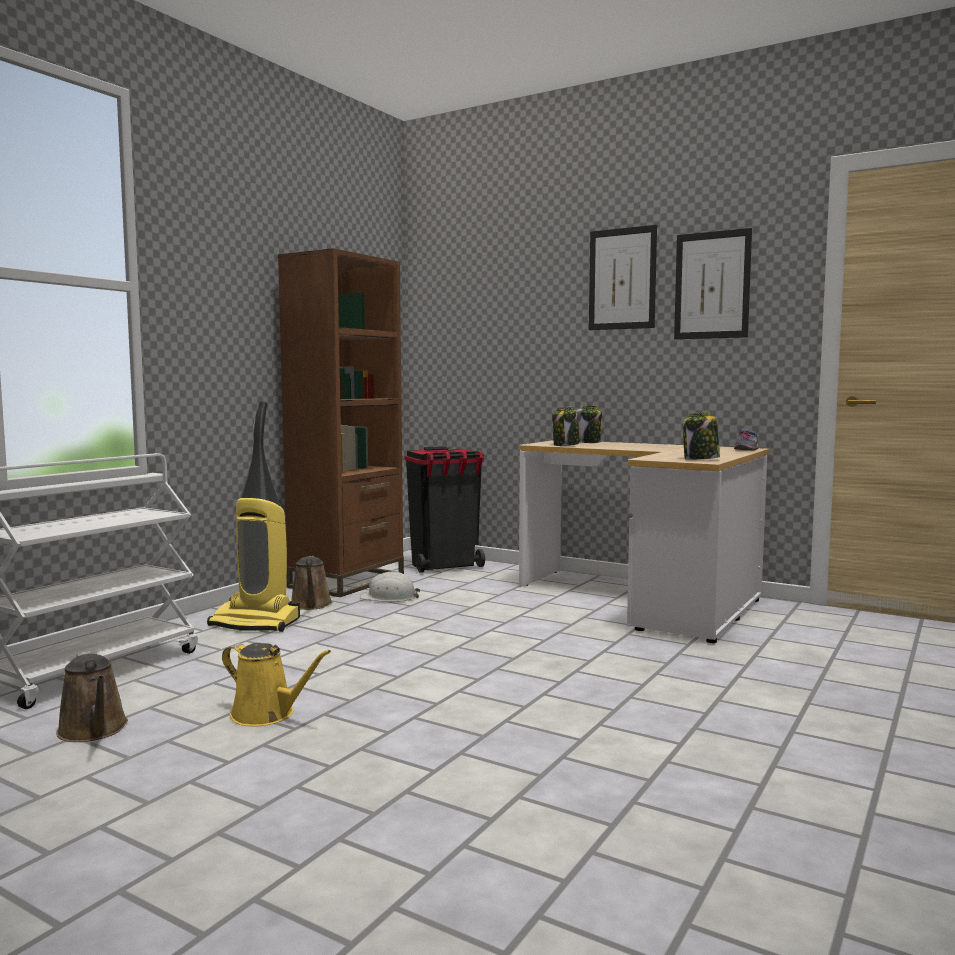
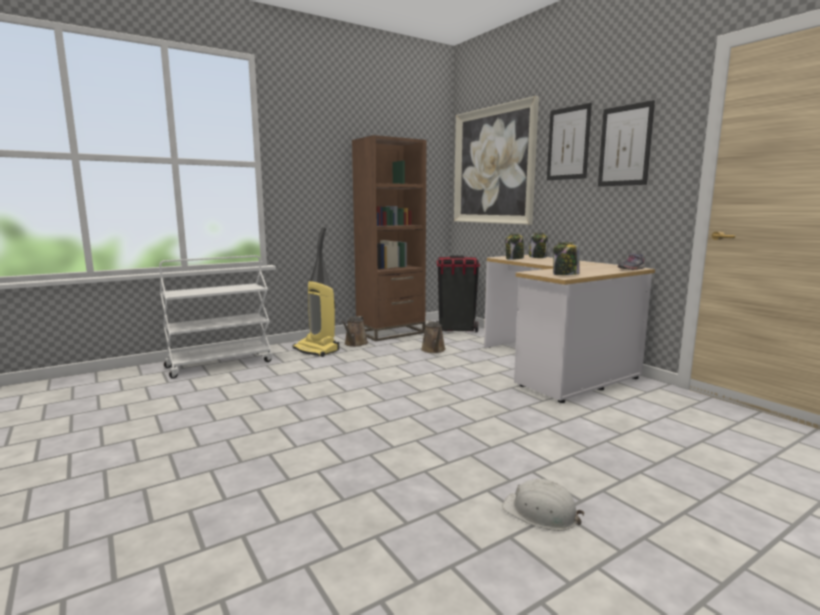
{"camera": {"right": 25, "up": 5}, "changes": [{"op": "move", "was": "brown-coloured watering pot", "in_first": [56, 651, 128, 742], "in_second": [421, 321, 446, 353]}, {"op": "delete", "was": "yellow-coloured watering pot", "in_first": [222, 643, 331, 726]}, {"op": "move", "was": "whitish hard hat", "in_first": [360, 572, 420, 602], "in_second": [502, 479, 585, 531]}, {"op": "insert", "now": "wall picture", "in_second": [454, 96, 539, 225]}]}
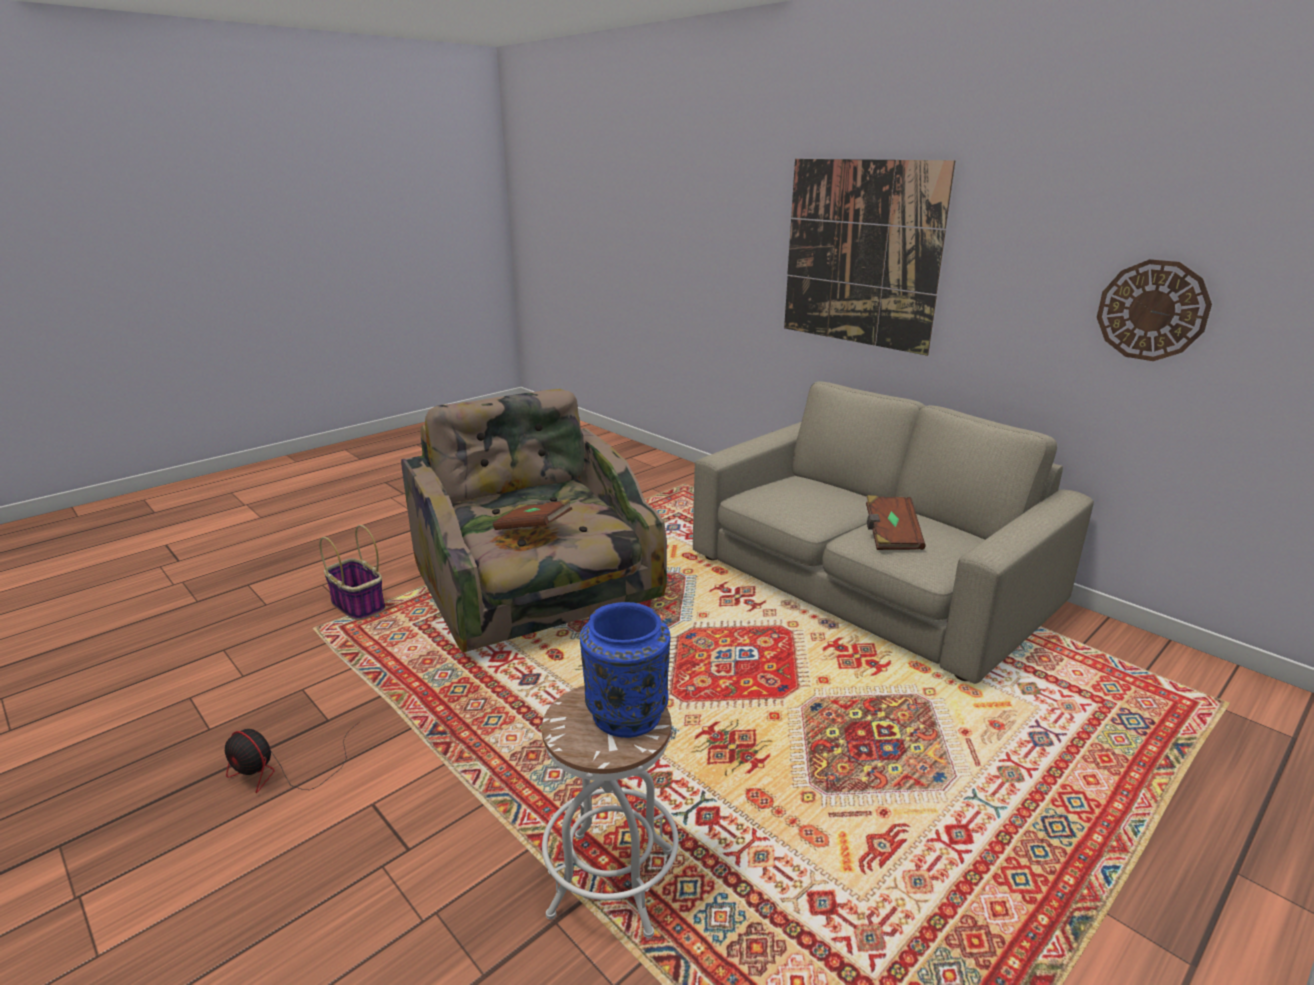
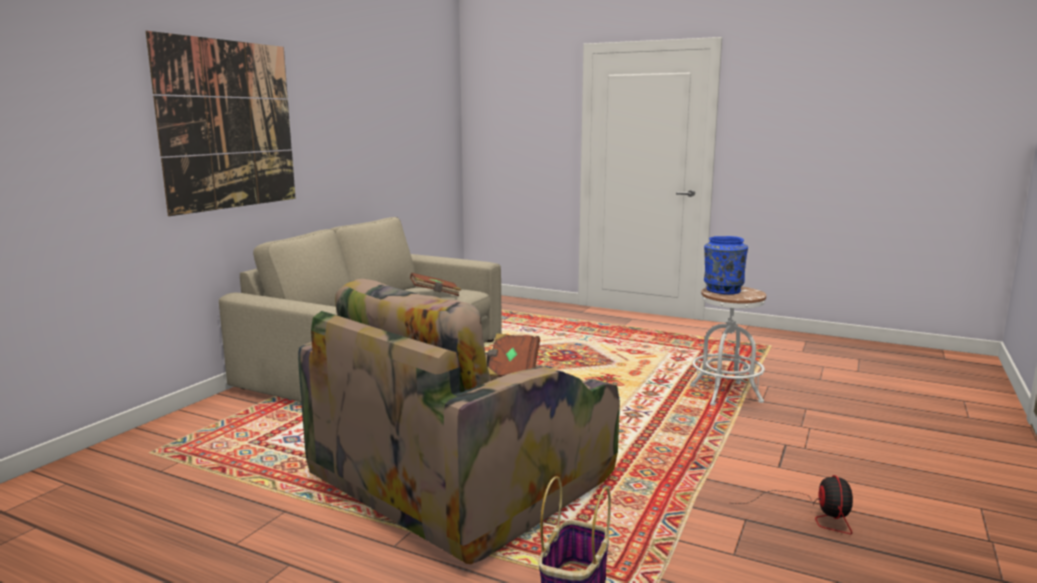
{"camera": {"right": -110, "up": -10}, "changes": [{"op": "delete", "was": "clock on the wall", "in_first": [1097, 259, 1212, 361]}]}
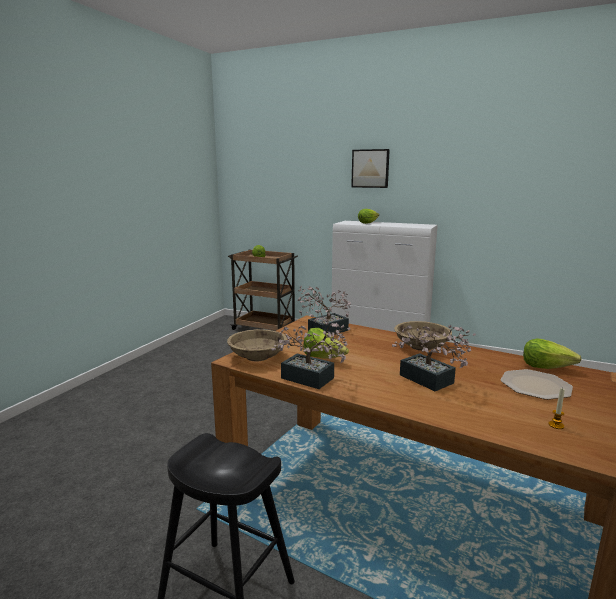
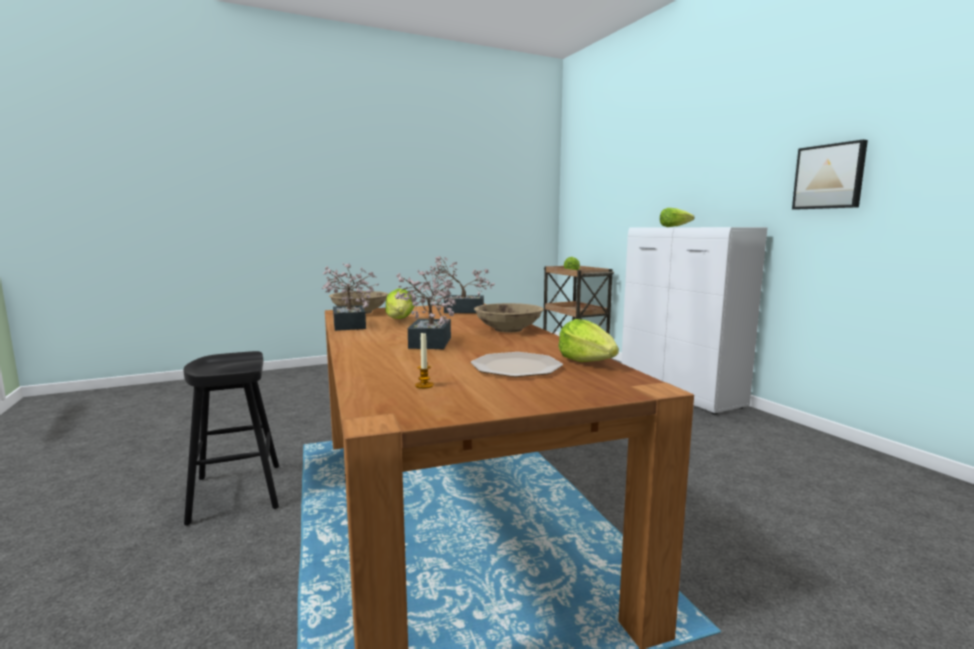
{"camera": {"right": 40, "up": -5}, "changes": [{"op": "move", "was": "wall picture", "in_first": [351, 149, 390, 188], "in_second": [792, 140, 868, 210]}]}
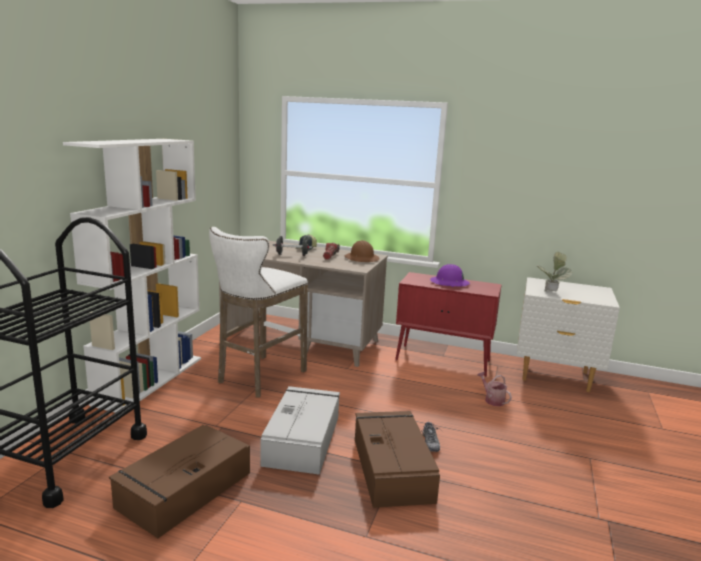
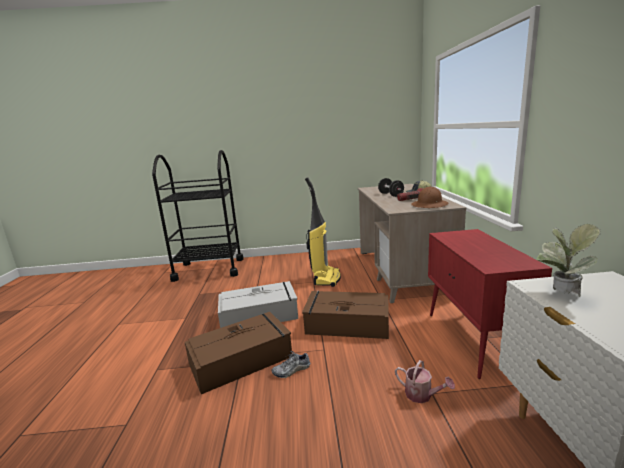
{"camera": {"right": 70, "up": 0}, "changes": [{"op": "delete", "was": "whitish shelving unit", "in_first": [63, 139, 201, 414]}, {"op": "move", "was": "brown-coloured storage container", "in_first": [109, 425, 250, 538], "in_second": [302, 291, 389, 339]}, {"op": "replace", "was": "whitish stool", "now": "vacuum cleaner", "in_first": [209, 227, 308, 398], "in_second": [305, 177, 341, 287]}, {"op": "delete", "was": "purple-coloured hard hat", "in_first": [430, 264, 470, 287]}, {"op": "rotate", "was": "watering pot", "in_first": [477, 372, 512, 406], "in_second": [395, 360, 455, 403], "clockwise": 90}]}
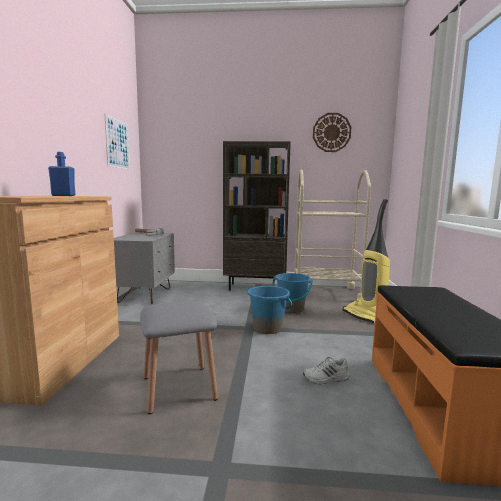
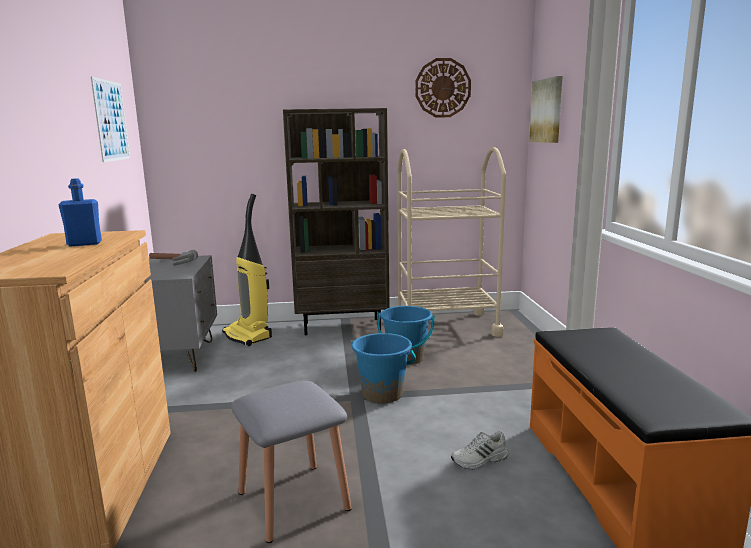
{"camera": {"right": -10, "up": 5}, "changes": [{"op": "move", "was": "vacuum cleaner", "in_first": [342, 199, 390, 323], "in_second": [222, 194, 272, 346]}, {"op": "insert", "now": "wall picture", "in_second": [529, 76, 563, 143]}]}
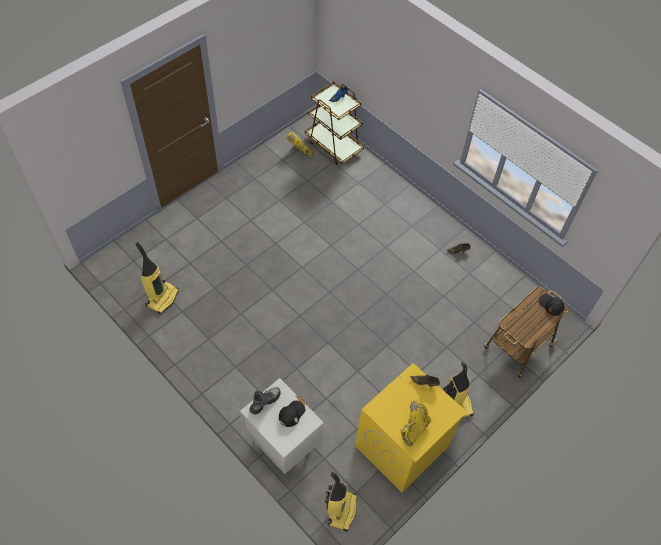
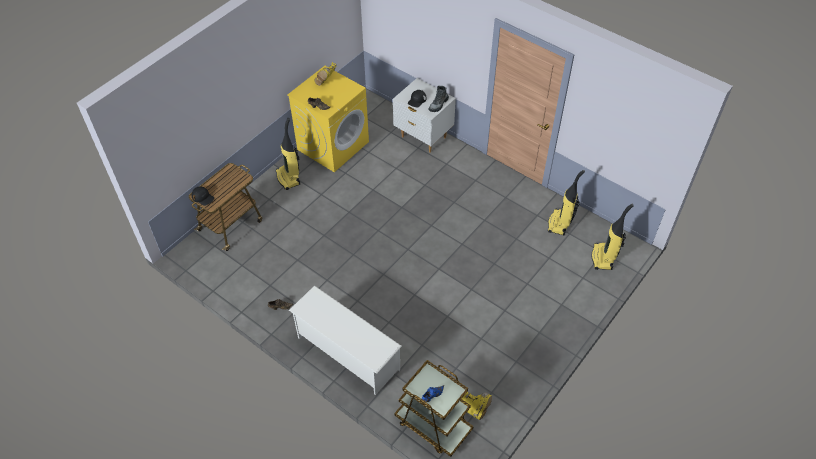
{"camera": {"right": 175, "up": -5}, "changes": [{"op": "move", "was": "vacuum cleaner", "in_first": [325, 472, 358, 532], "in_second": [591, 204, 634, 270]}, {"op": "insert", "now": "whitish shoe rack", "in_second": [289, 285, 402, 395]}]}
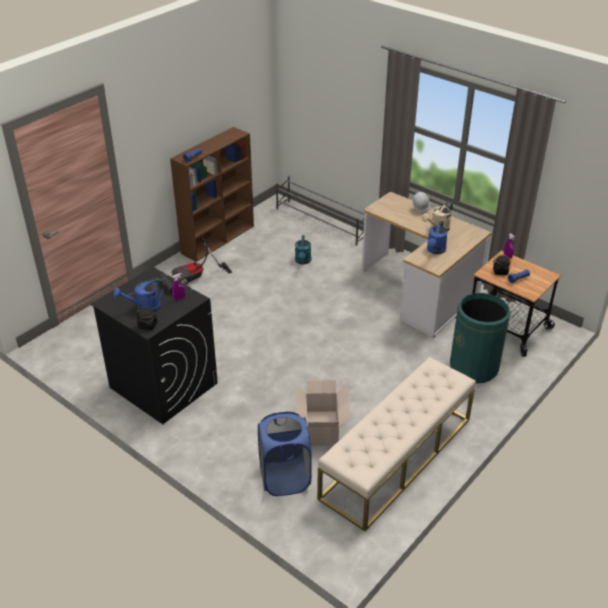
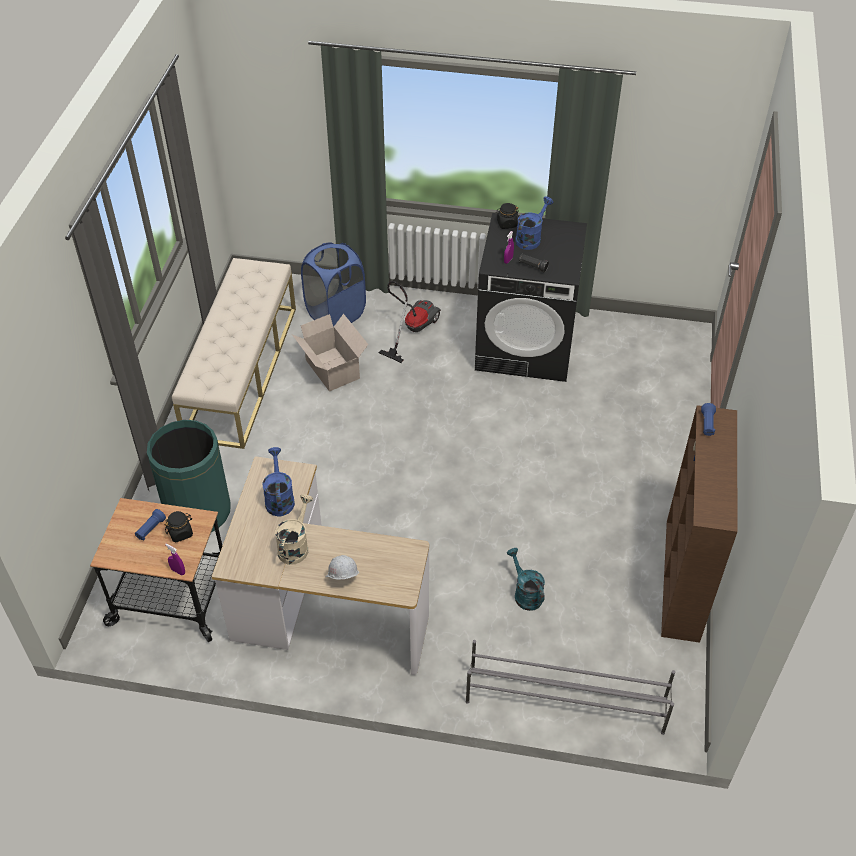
{"camera": {"right": 150, "up": 10}, "changes": [{"op": "move", "was": "vacuum cleaner", "in_first": [172, 238, 232, 285], "in_second": [379, 281, 441, 363]}]}
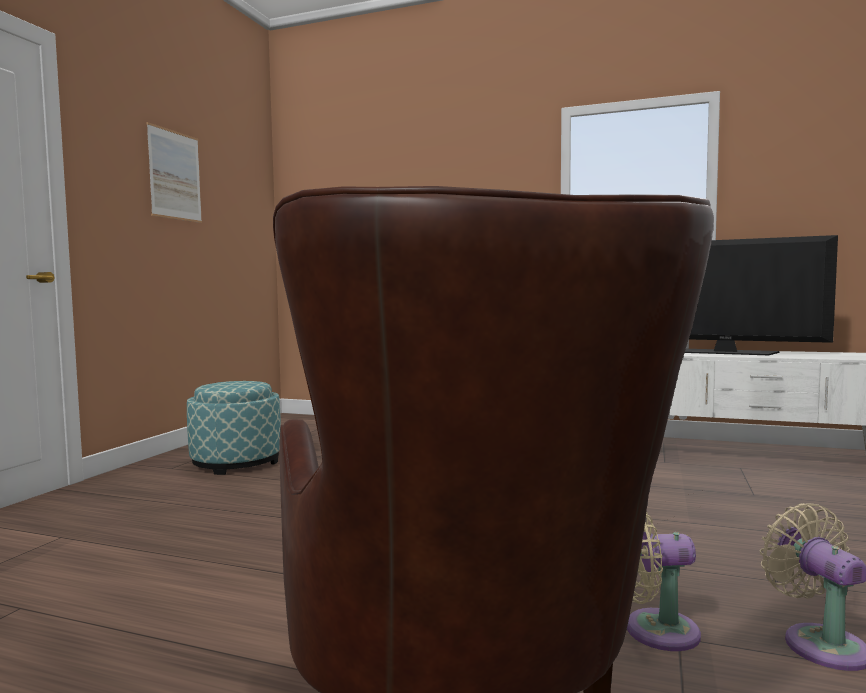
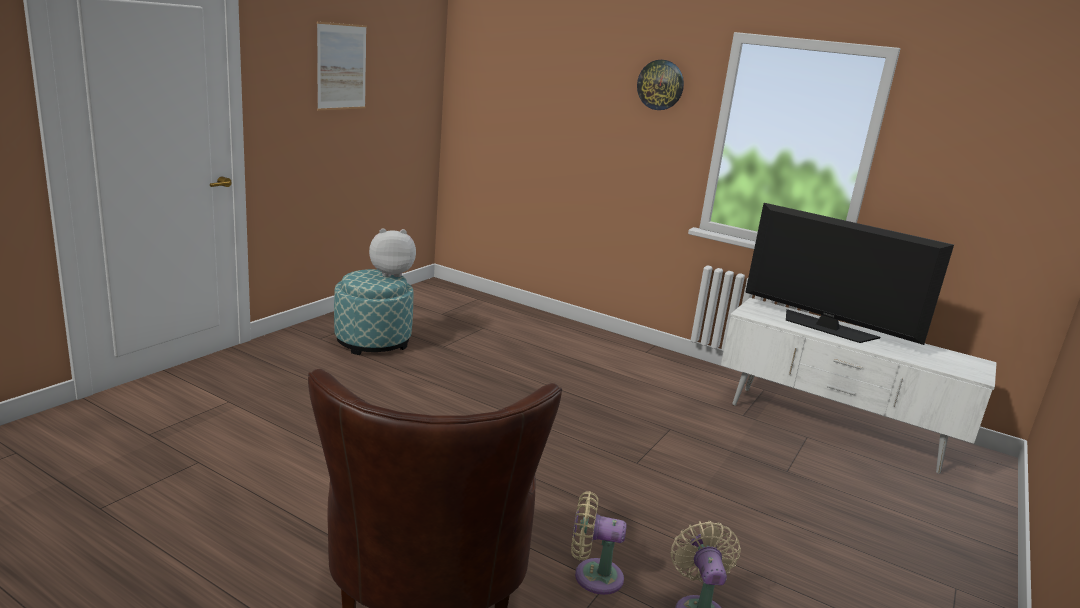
{"camera": {"right": 10, "up": 15}, "changes": [{"op": "insert", "now": "plush toy", "in_second": [369, 228, 416, 277]}, {"op": "insert", "now": "clock on the wall", "in_second": [637, 60, 684, 110]}]}
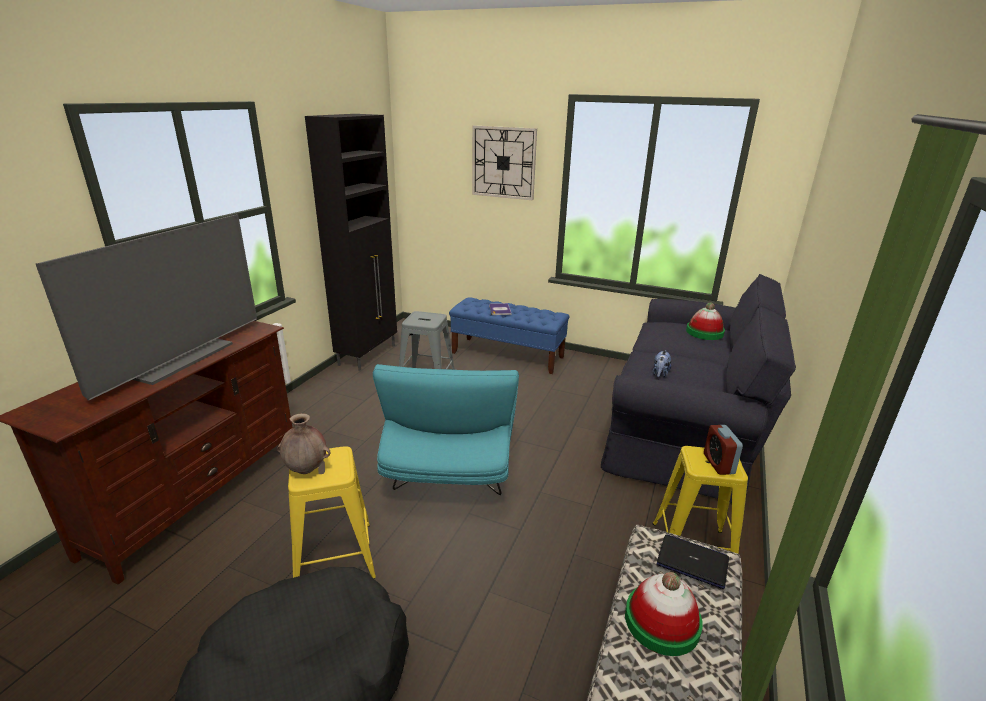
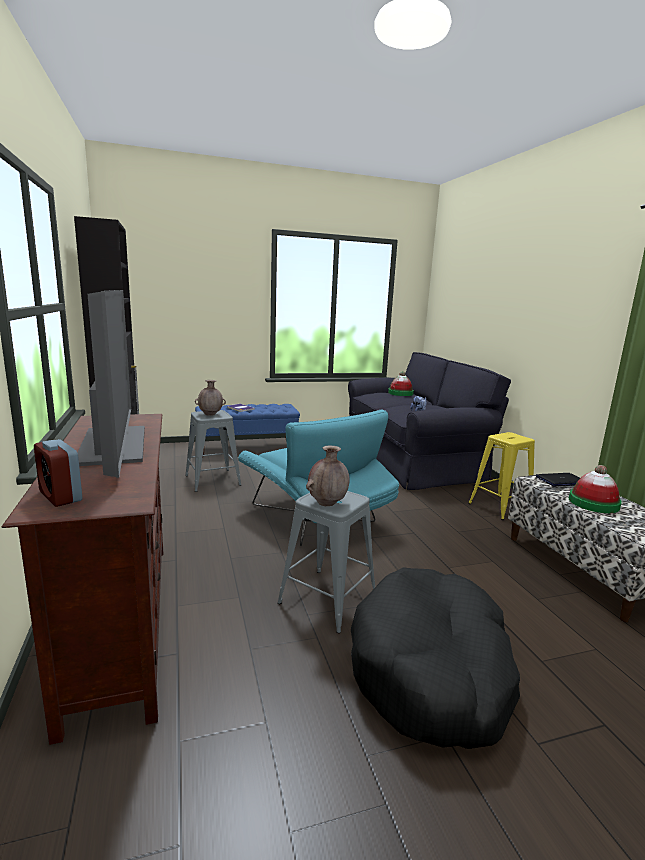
{"camera": {"right": -40, "up": -10}, "changes": [{"op": "recolor", "was": "yellow-coloured stool", "now": "gray stool", "in_first": [288, 446, 376, 579], "in_second": [277, 491, 375, 633]}, {"op": "delete", "was": "clock on the wall", "in_first": [472, 126, 537, 200]}, {"op": "move", "was": "alarm clock", "in_first": [704, 425, 743, 475], "in_second": [34, 439, 82, 507]}, {"op": "insert", "now": "brown-coloured decorative vase", "in_second": [195, 380, 226, 416]}]}
